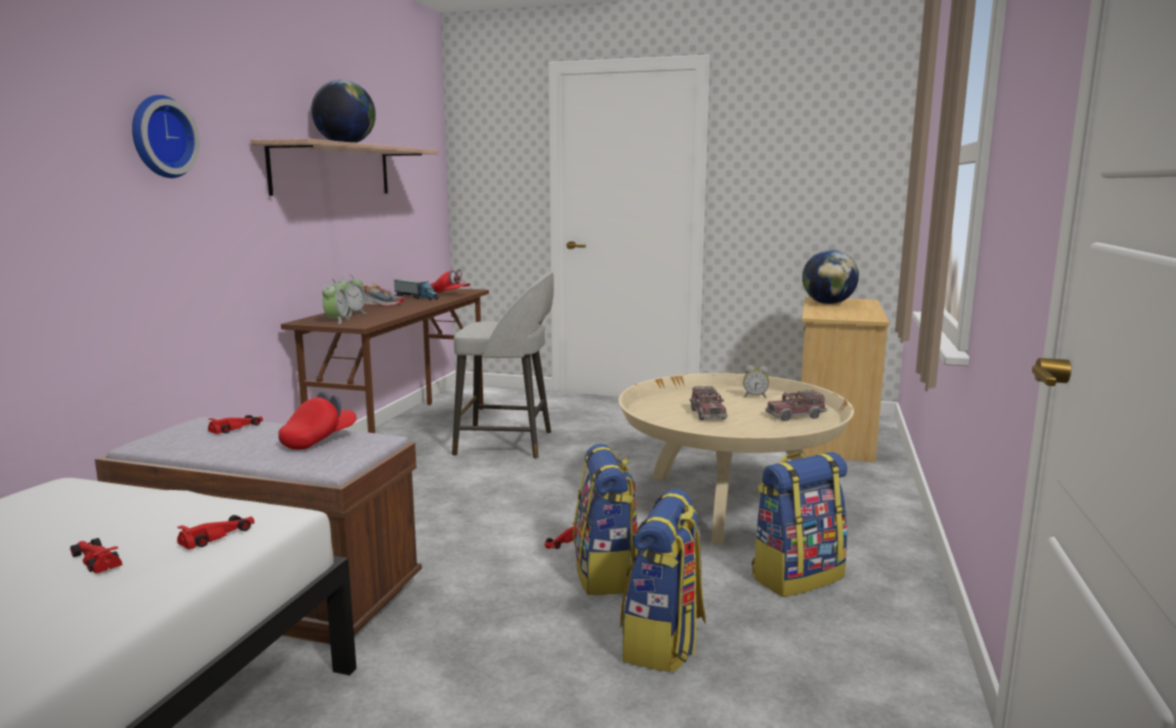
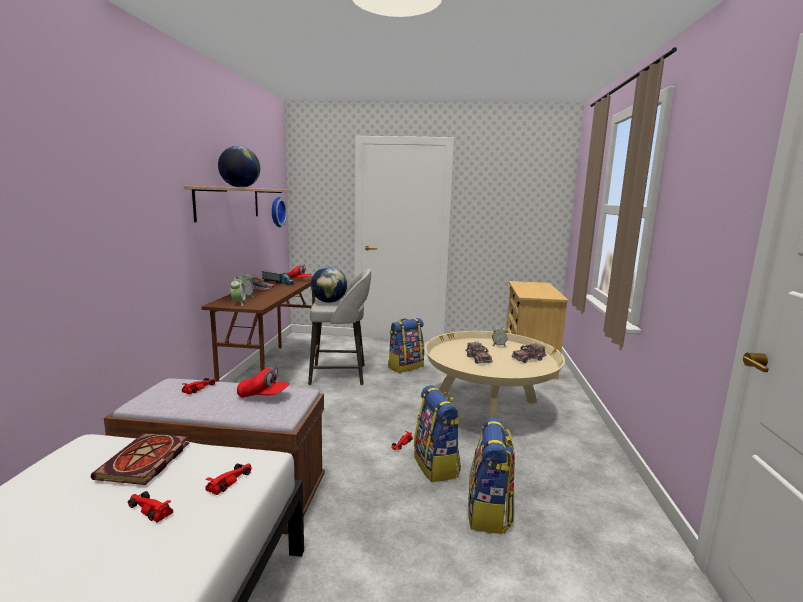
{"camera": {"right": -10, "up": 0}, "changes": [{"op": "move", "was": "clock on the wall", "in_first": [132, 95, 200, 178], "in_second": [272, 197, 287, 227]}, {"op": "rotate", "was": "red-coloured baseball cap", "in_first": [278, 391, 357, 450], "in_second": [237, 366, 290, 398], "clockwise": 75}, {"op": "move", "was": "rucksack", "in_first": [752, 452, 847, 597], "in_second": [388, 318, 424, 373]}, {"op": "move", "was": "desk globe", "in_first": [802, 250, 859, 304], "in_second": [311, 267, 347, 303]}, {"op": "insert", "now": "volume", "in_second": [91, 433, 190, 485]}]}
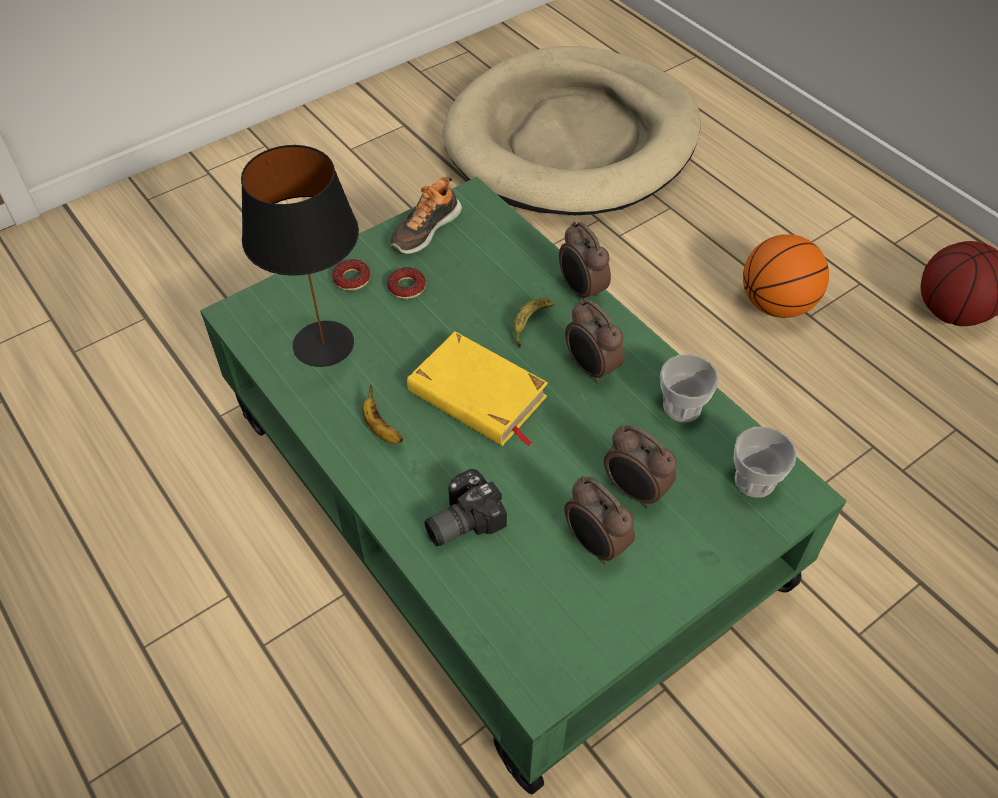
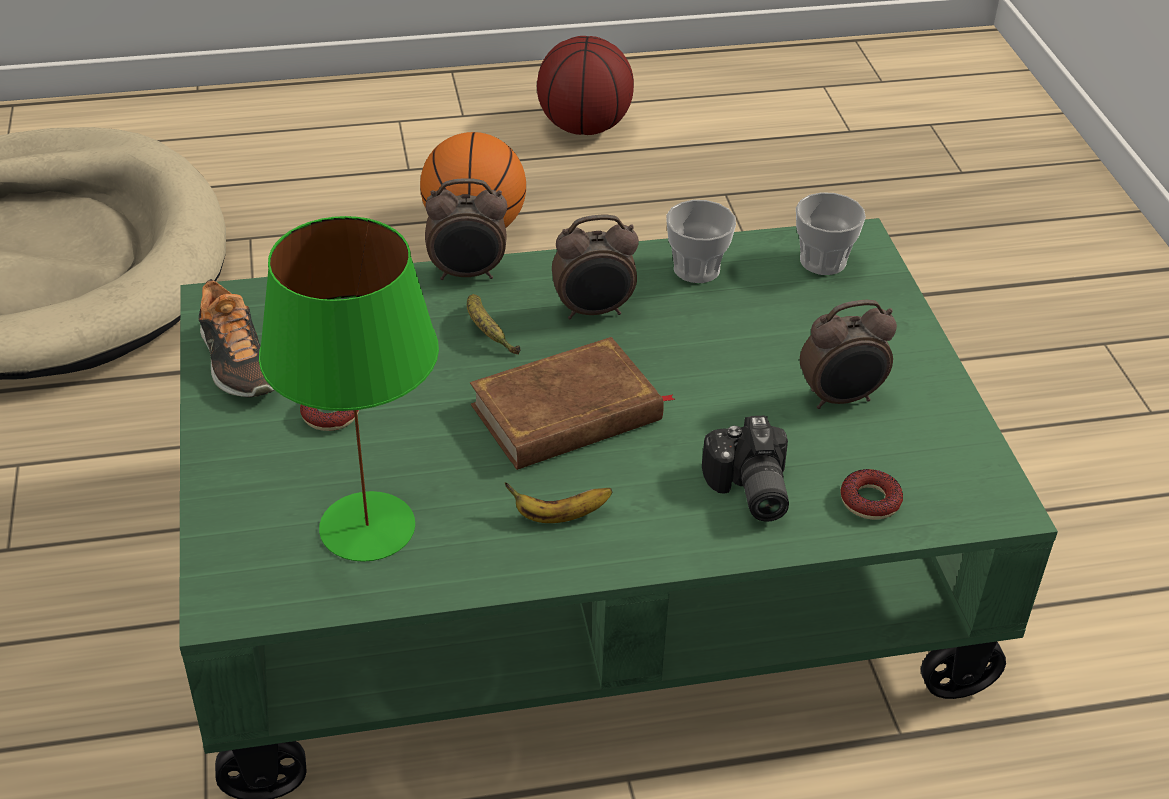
{"camera": {"right": -65, "up": -10}, "changes": [{"op": "recolor", "was": "blackish table lamp", "now": "green-coloured table lamp", "in_first": [241, 145, 359, 367], "in_second": [259, 216, 439, 562]}, {"op": "move", "was": "ring doughnut", "in_first": [332, 259, 371, 291], "in_second": [840, 469, 903, 520]}, {"op": "recolor", "was": "yellow-coloured volume", "now": "brown-coloured volume", "in_first": [407, 332, 548, 446], "in_second": [470, 337, 675, 470]}, {"op": "delete", "was": "alarm clock", "in_first": [604, 425, 677, 508]}]}
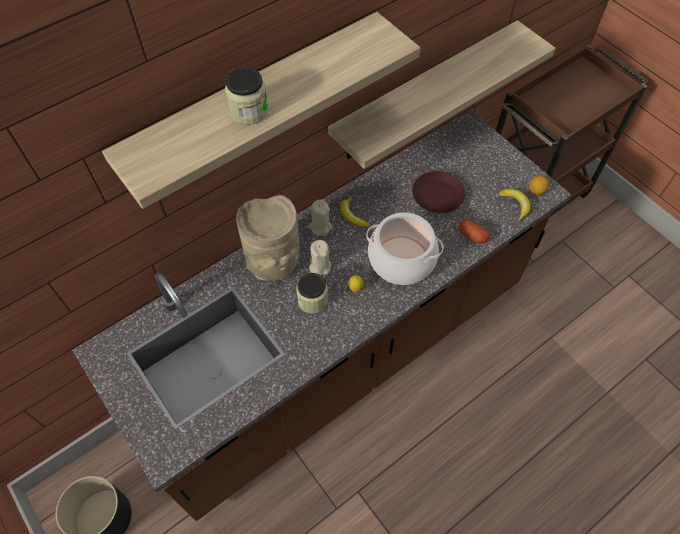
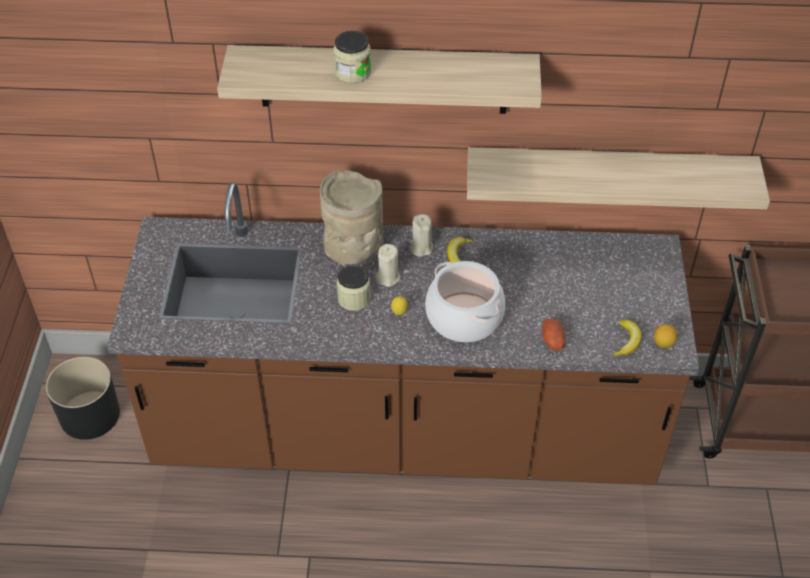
{"camera": {"right": 40, "up": -10}, "changes": [{"op": "delete", "was": "brown-coloured flat dish", "in_first": [412, 171, 465, 213]}]}
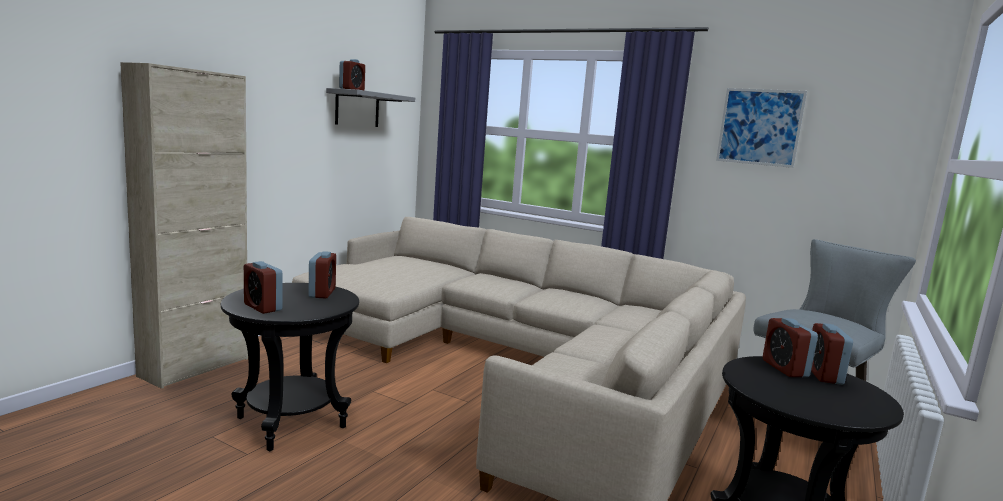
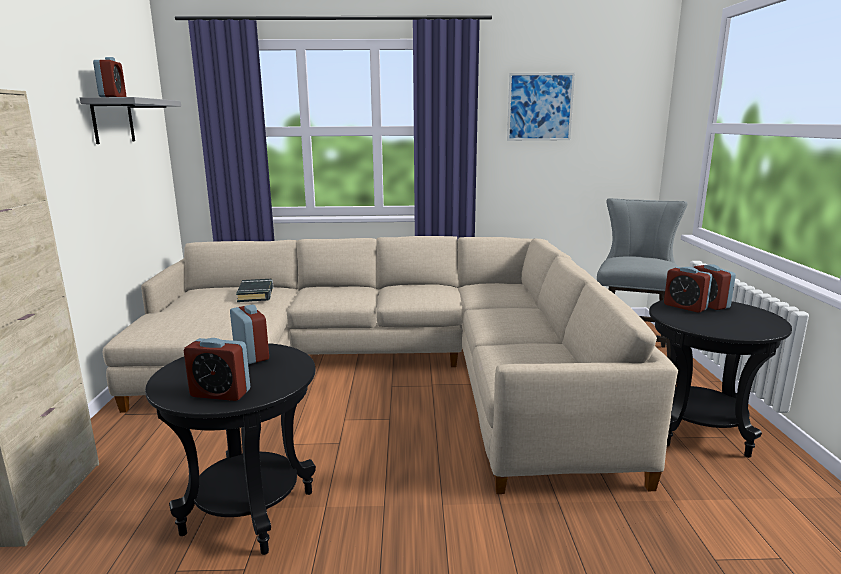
{"camera": {"right": -30, "up": 5}, "changes": [{"op": "insert", "now": "blackish volume", "in_second": [236, 279, 273, 302]}]}
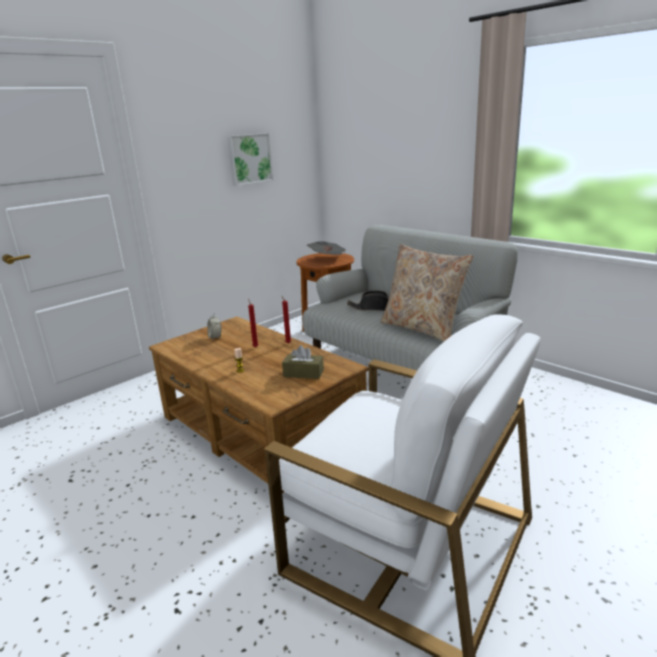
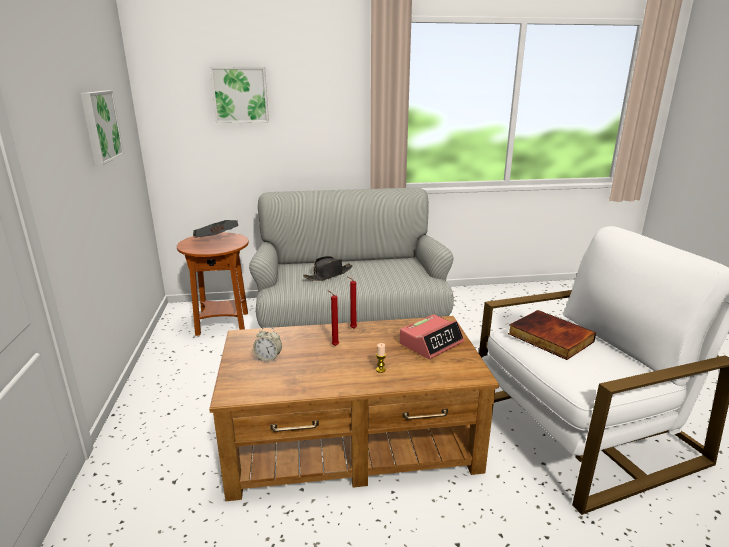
{"camera": {"right": -55, "up": 0}, "changes": [{"op": "replace", "was": "brown-coloured box of tissues", "now": "alarm clock", "in_first": [282, 345, 324, 379], "in_second": [400, 314, 464, 359]}, {"op": "delete", "was": "beige-coloured pillow", "in_first": [380, 244, 473, 342]}, {"op": "insert", "now": "wall picture", "in_second": [210, 67, 269, 123]}, {"op": "insert", "now": "volume", "in_second": [508, 310, 596, 360]}]}
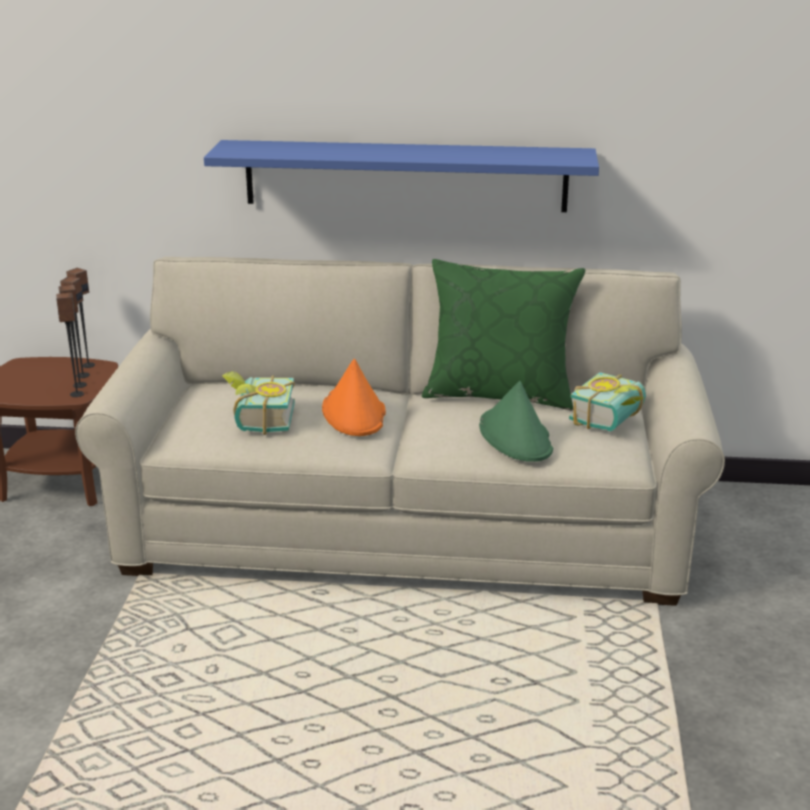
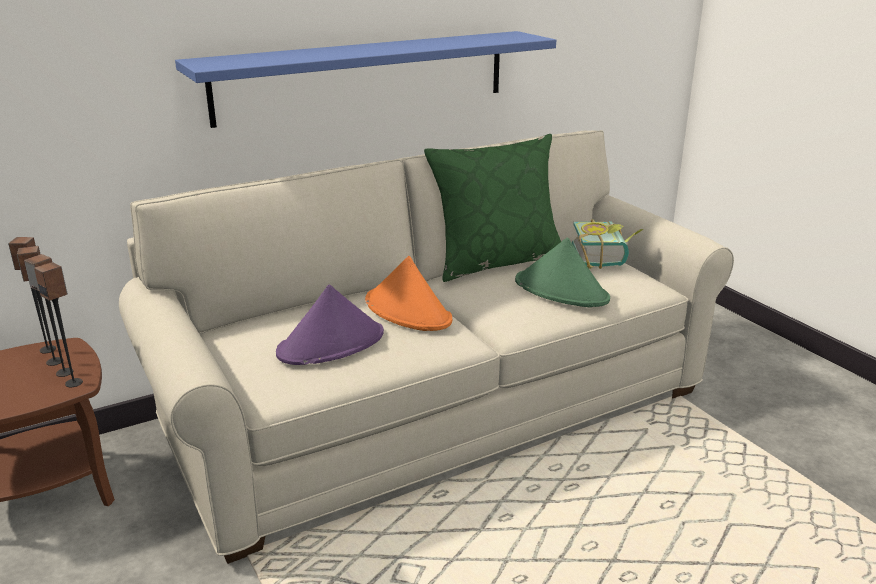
{"camera": {"right": -35, "up": 0}, "changes": [{"op": "replace", "was": "volume", "now": "purple-coloured clothing hat", "in_first": [222, 371, 295, 435], "in_second": [276, 285, 384, 365]}]}
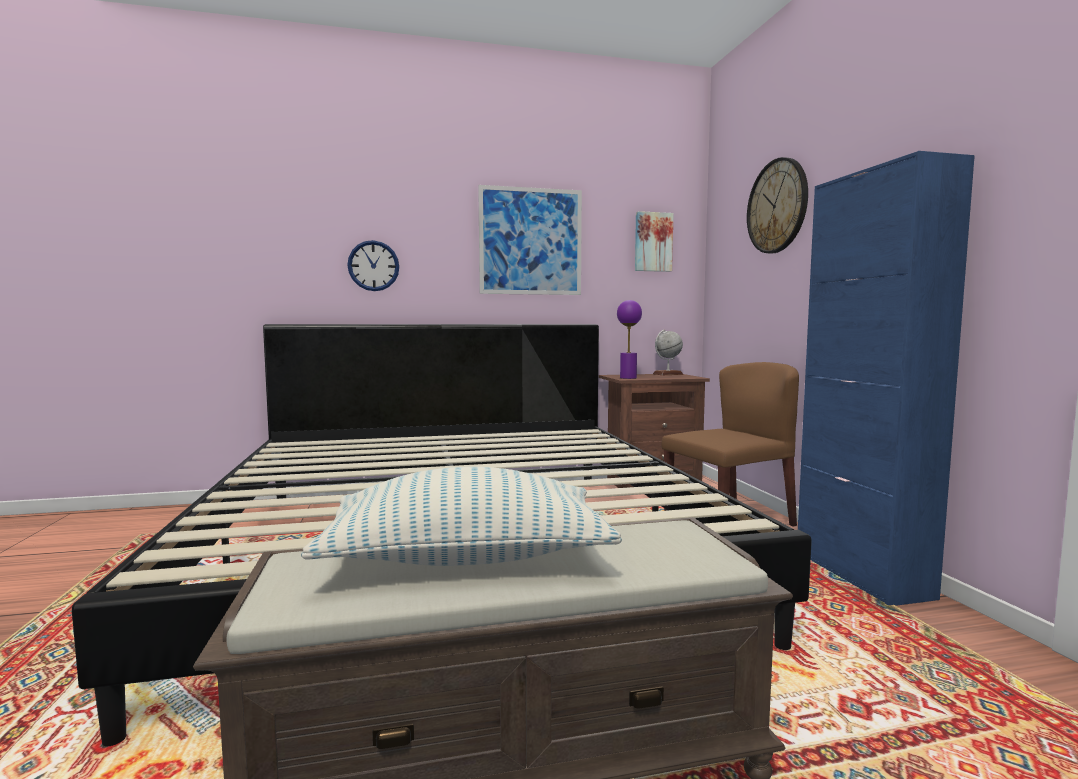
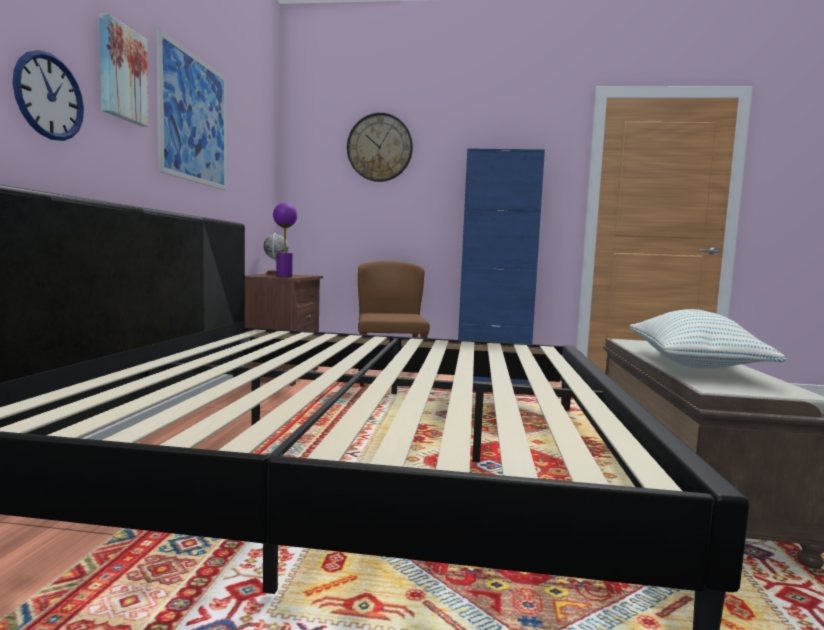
{"camera": {"right": -70, "up": 0}, "changes": [{"op": "move", "was": "wall picture", "in_first": [635, 211, 674, 272], "in_second": [99, 13, 149, 127]}]}
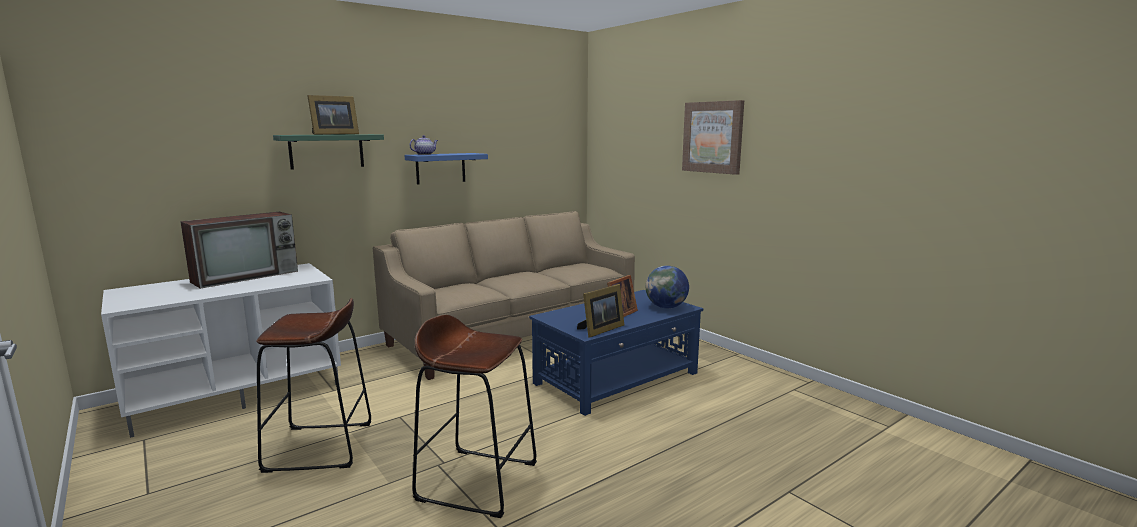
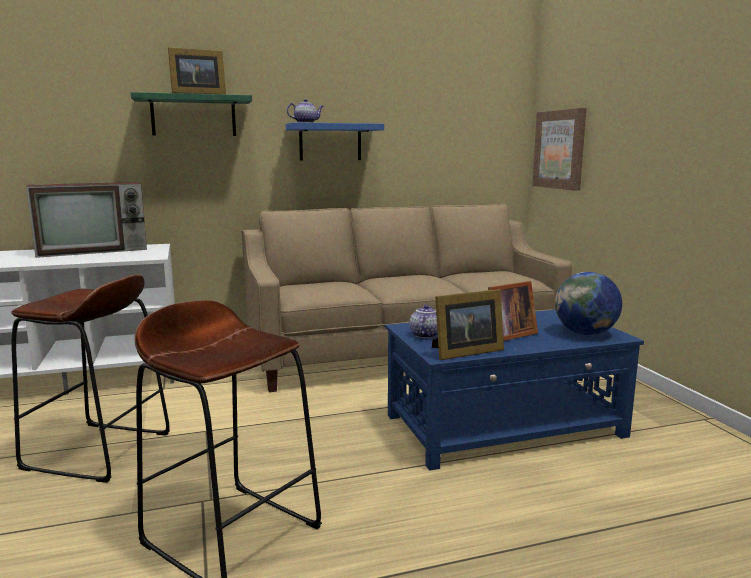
{"camera": {"right": 20, "up": 0}, "changes": [{"op": "move", "was": "wall picture", "in_first": [682, 100, 744, 175], "in_second": [532, 108, 586, 191]}, {"op": "insert", "now": "pot for tea", "in_second": [409, 305, 438, 338]}]}
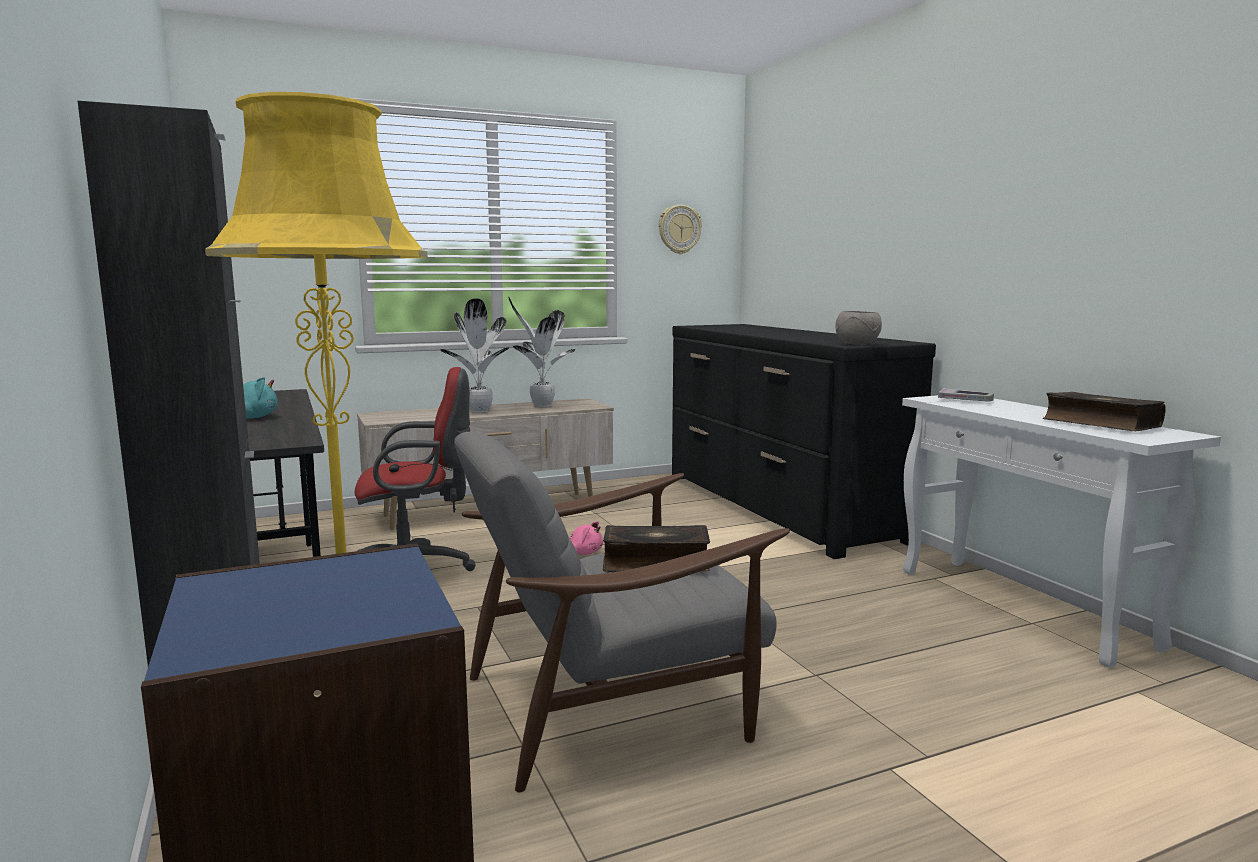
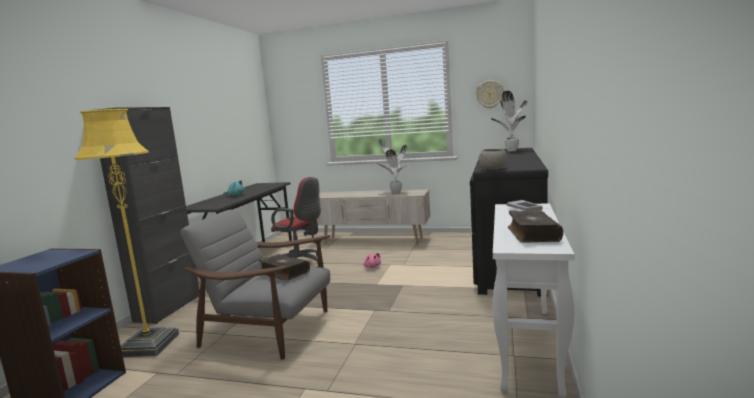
{"camera": {"right": 40, "up": 0}, "changes": [{"op": "move", "was": "houseplant", "in_first": [440, 299, 509, 413], "in_second": [491, 91, 527, 151]}]}
